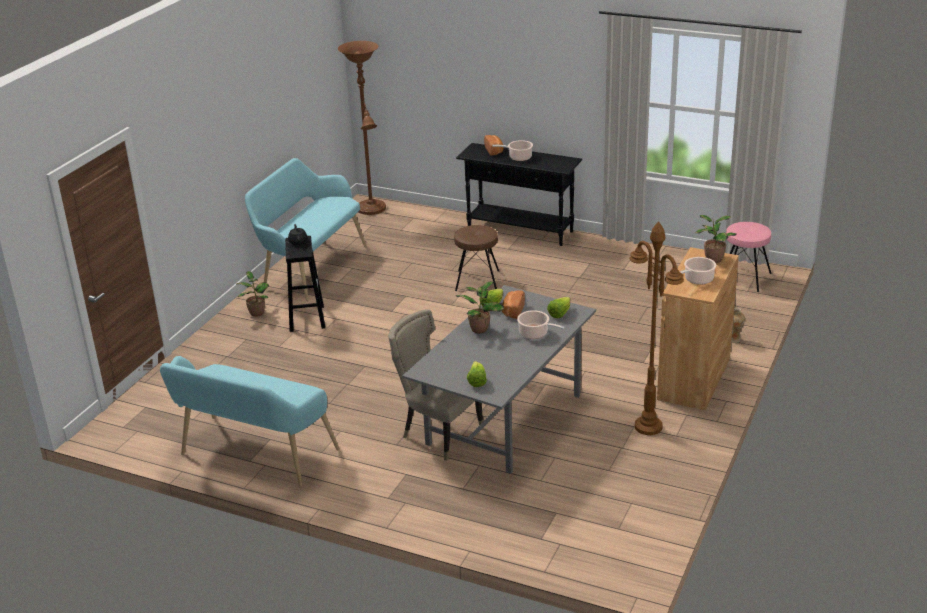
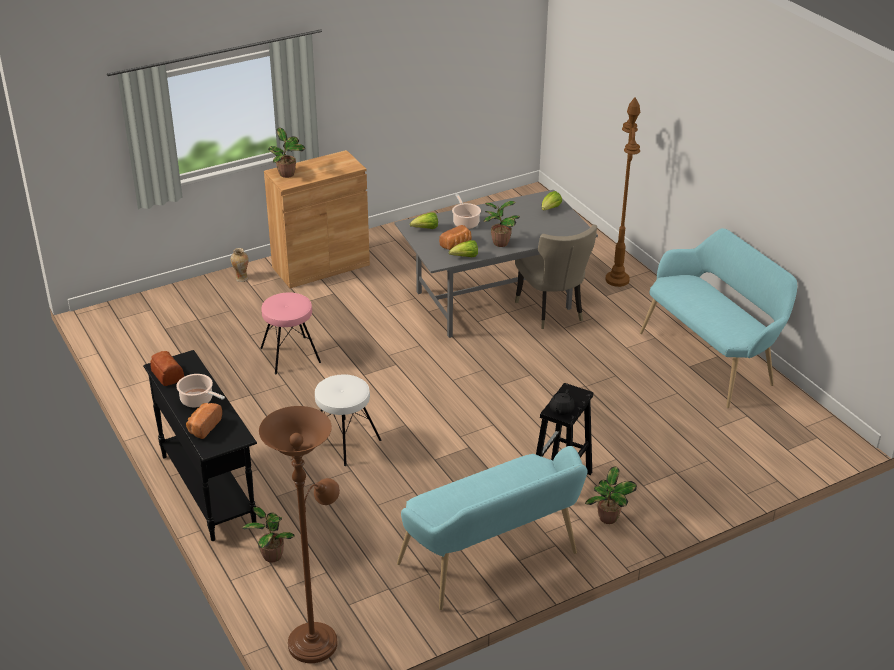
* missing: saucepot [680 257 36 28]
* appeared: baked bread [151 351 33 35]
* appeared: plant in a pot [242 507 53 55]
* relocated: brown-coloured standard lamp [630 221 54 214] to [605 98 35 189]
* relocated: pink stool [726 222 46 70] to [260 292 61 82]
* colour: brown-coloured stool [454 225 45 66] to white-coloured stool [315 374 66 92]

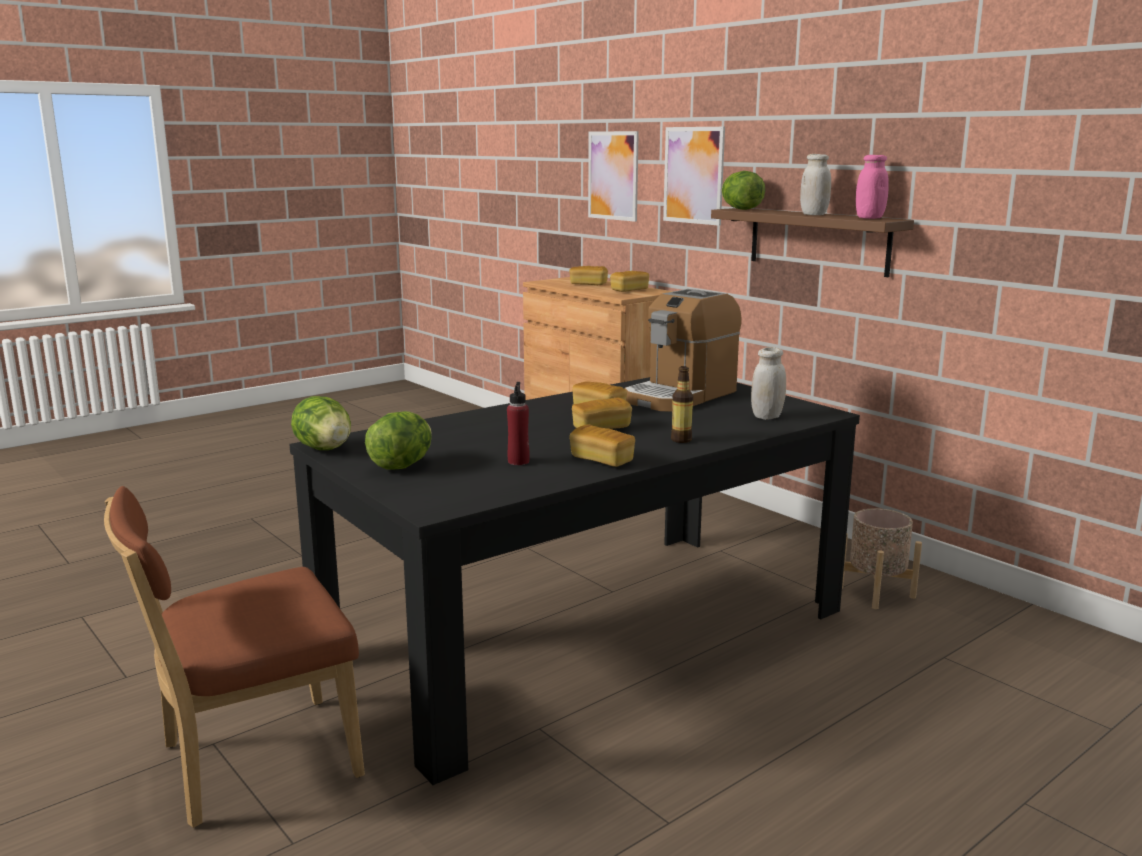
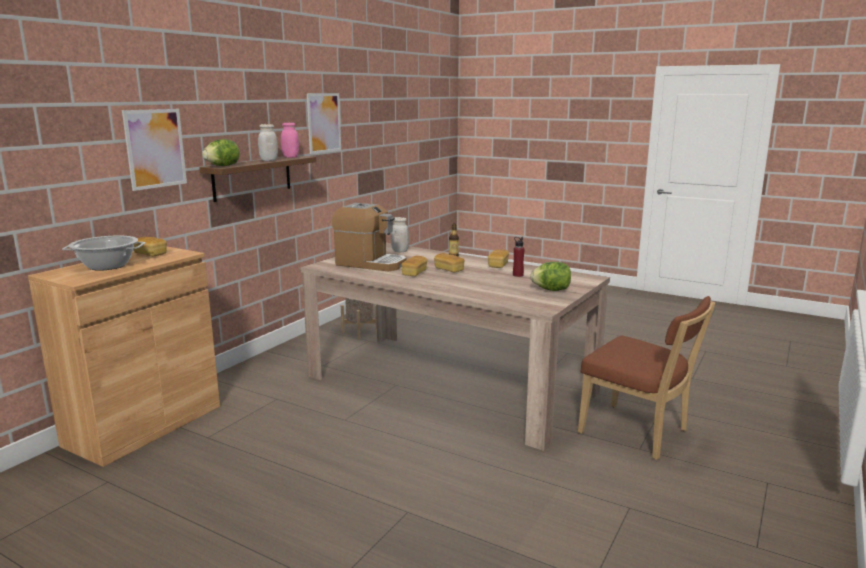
* missing: lettuce head [291 396 60 54]
* relocated: wall picture [588 131 51 91] to [307 93 34 61]
* exchanged: baked bread [569 266 39 19] to saucepot [62 236 83 35]
* colour: black-coloured kitchen table [289 377 571 408] to sand-coloured kitchen table [300 243 310 208]

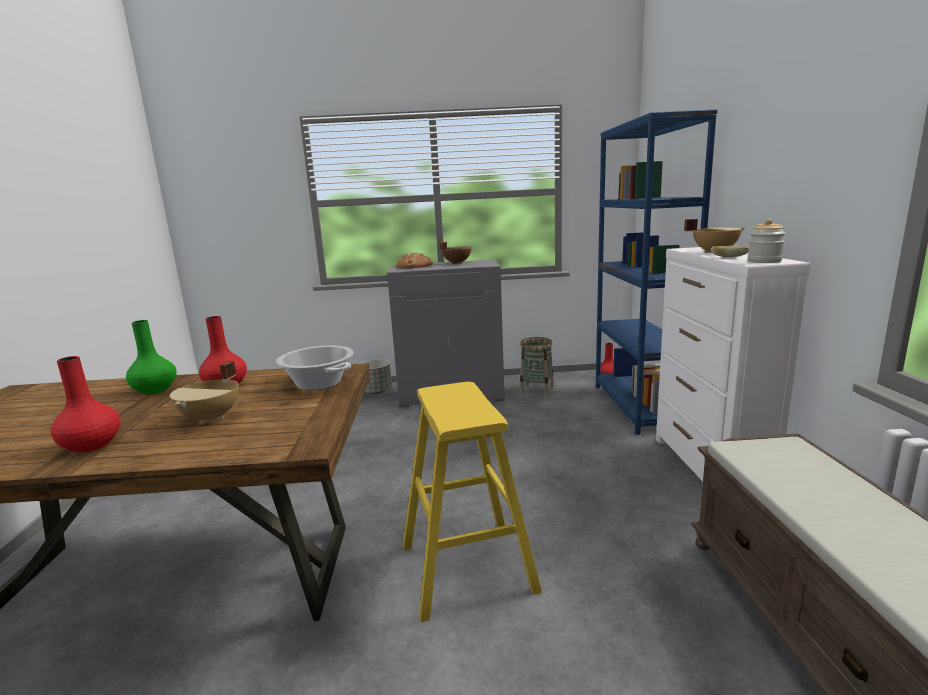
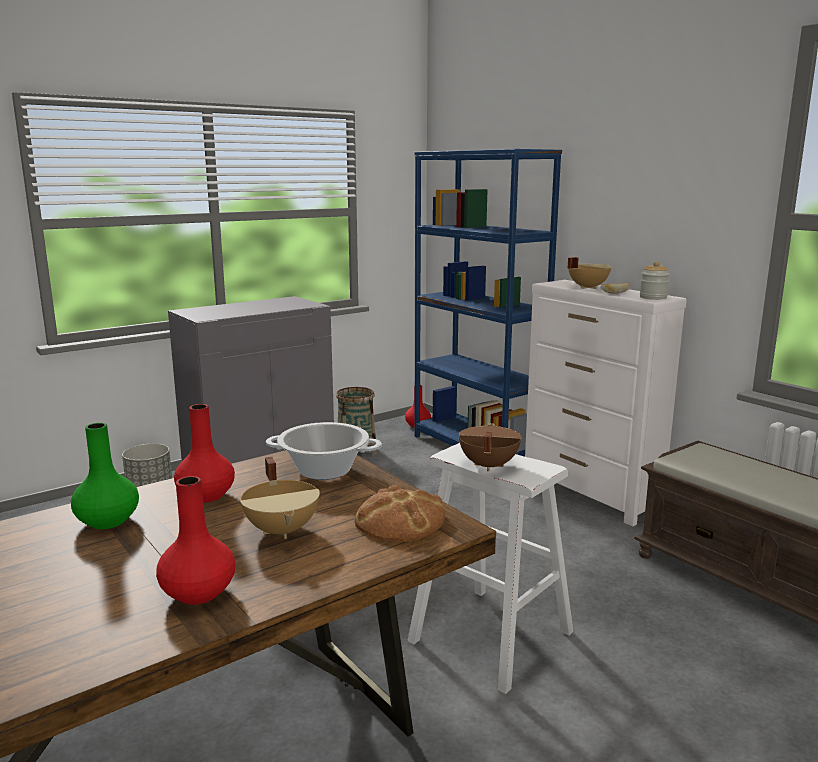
* relocated: baked bread [396 253 37 15] to [355 485 90 57]
* relocated: brown-coloured saucepot [439 242 32 22] to [458 423 64 48]
* colour: yellow-coloured stool [403 382 139 240] to white-coloured stool [407 443 166 251]

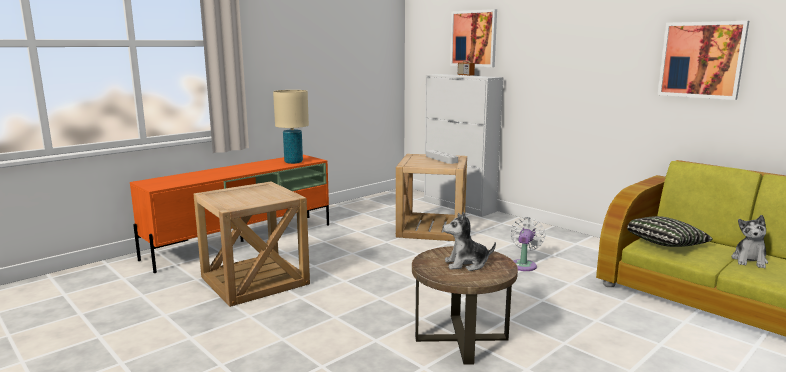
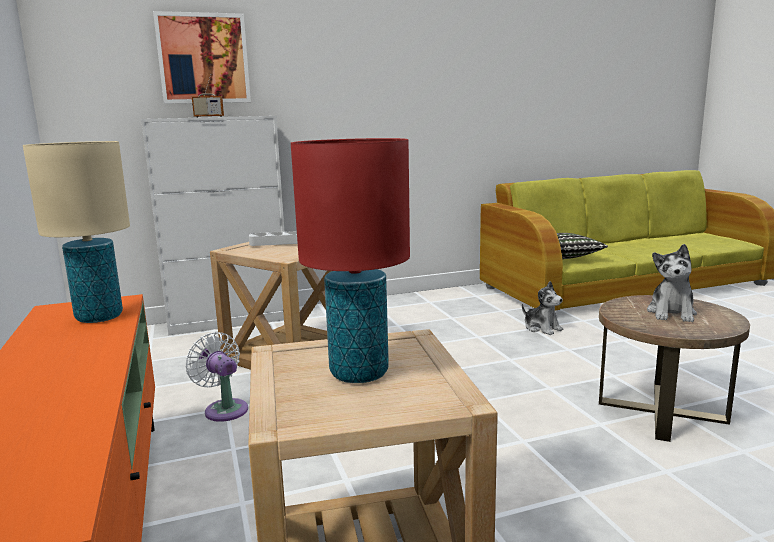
* missing: wall picture [658 21 91 79]
* appeared: red table lamp [291 138 119 245]
* relocated: white-coloured electric fan [510 217 36 54] to [185 332 63 90]
* relocated: cuddly toy [731 215 37 54] to [522 281 41 54]

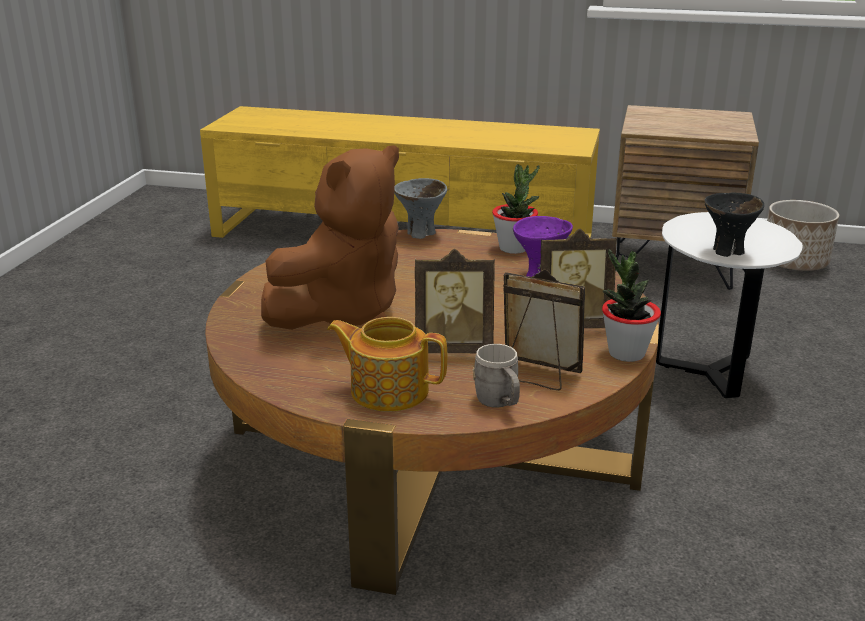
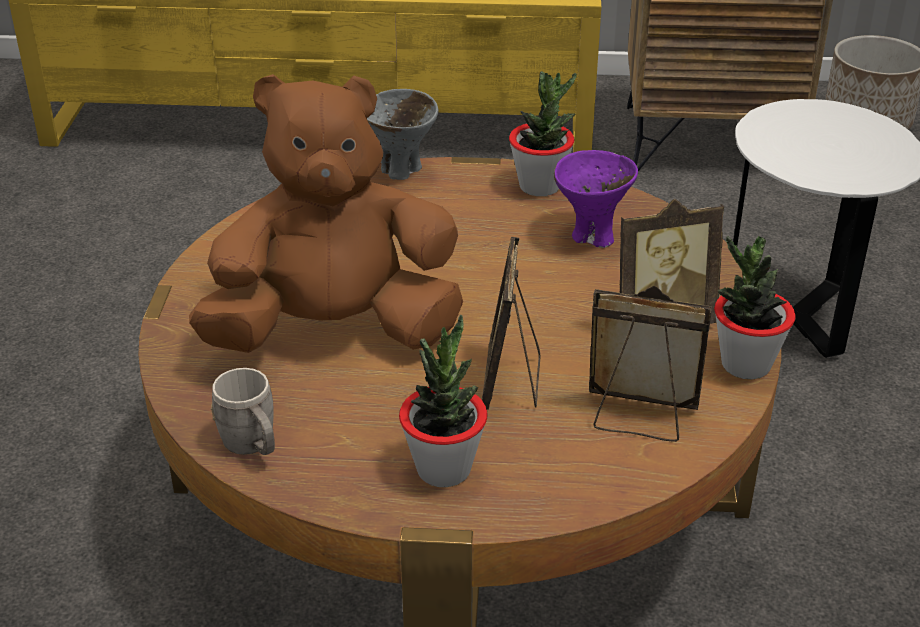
* missing: black-coloured deep dish [704 193 60 64]
* relocated: greyish tea mug [473 344 47 64] to [211 368 64 87]
* exchanged: teapot [327 317 120 95] to plant in a pot [399 315 89 172]
* spun: brown-coloured cuddly toy [261 145 138 185] = [189 74 274 279] 135 degrees counterclockwise
* spun: photo frame [415 249 80 104] = [482 237 59 173] 105 degrees clockwise

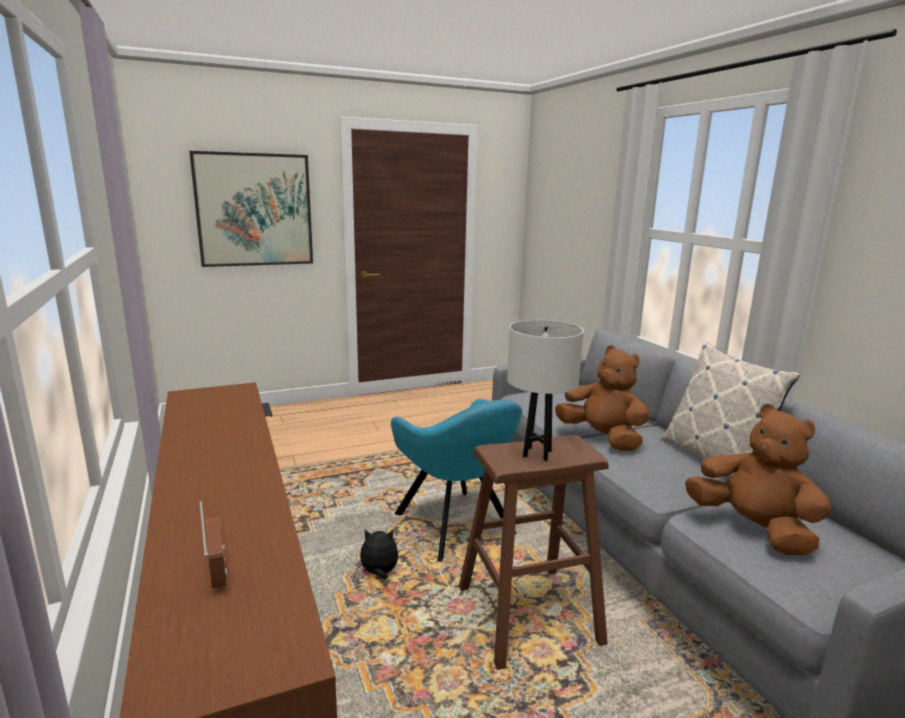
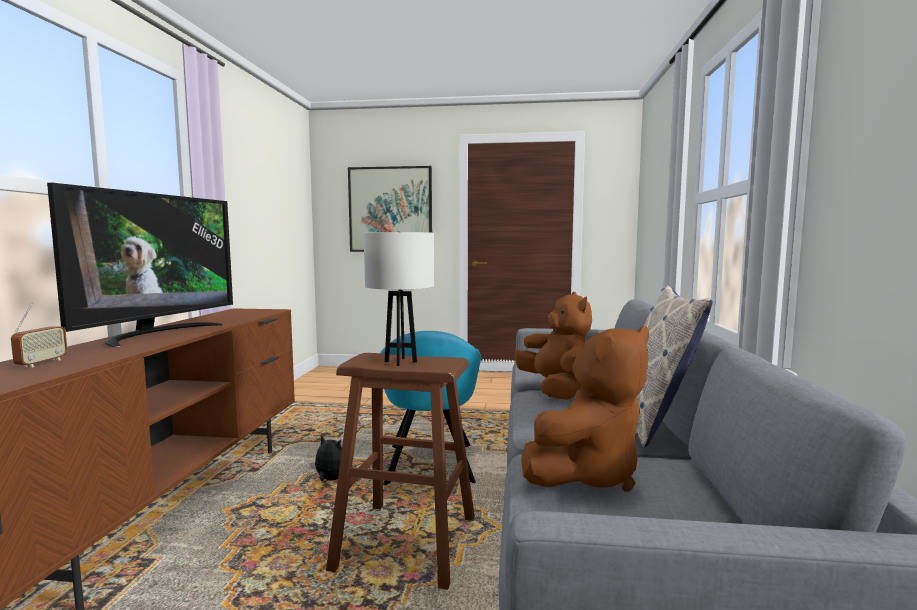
* appeared: TV [47 183 186 165]
* spun: brown-coloured cuddly toy [685 404 146 151] = [521 326 128 166] 60 degrees clockwise

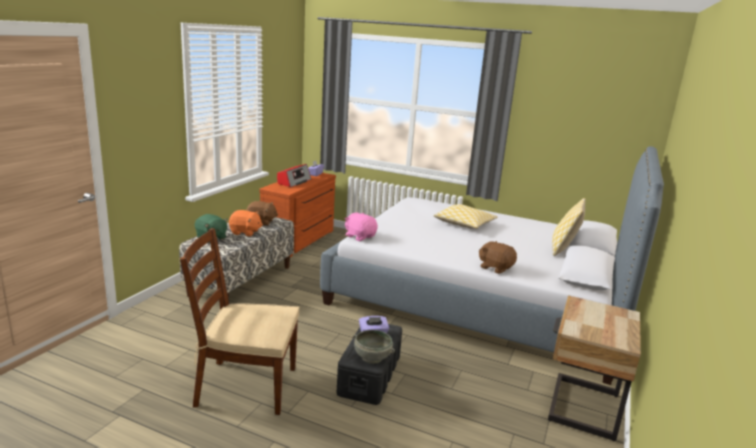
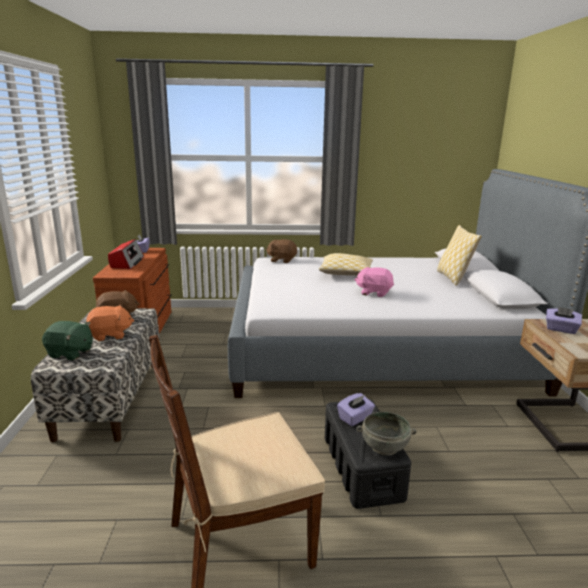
* appeared: purple tissue box [546 307 36 27]
* relocated: pink cuddly toy [345 213 33 28] to [354 267 40 30]
* relocated: brown-coloured cuddly toy [479 241 38 33] to [266 239 31 24]

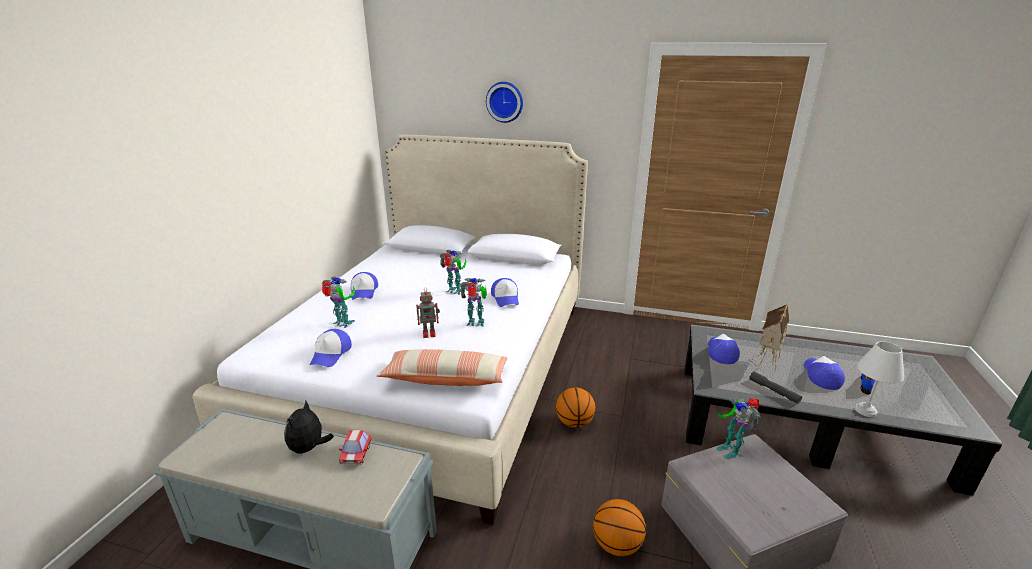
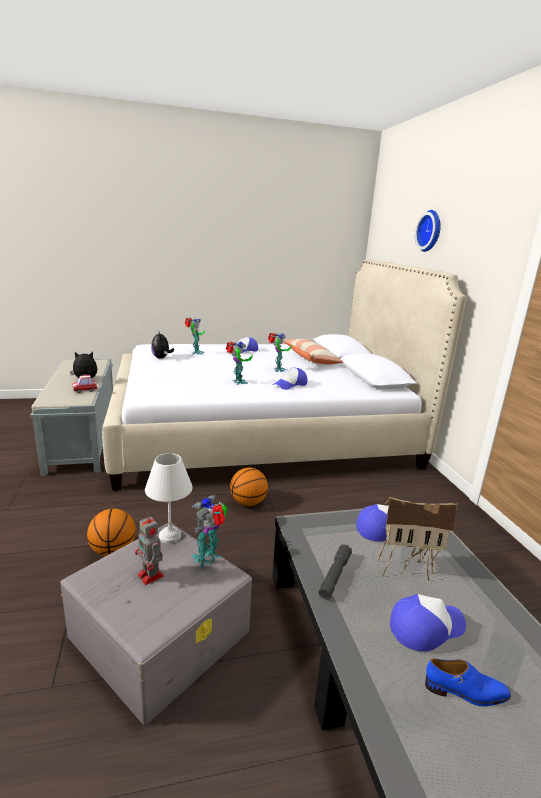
* relocated: cushion [376 349 131 37] to [284 339 59 25]
* relocated: robot figure [416 288 24 50] to [135 514 29 71]
* relocated: white-coloured table lamp [855 341 49 76] to [145 453 48 91]
* exchanged: cap [310 329 42 38] to cuddly toy [151 330 23 29]

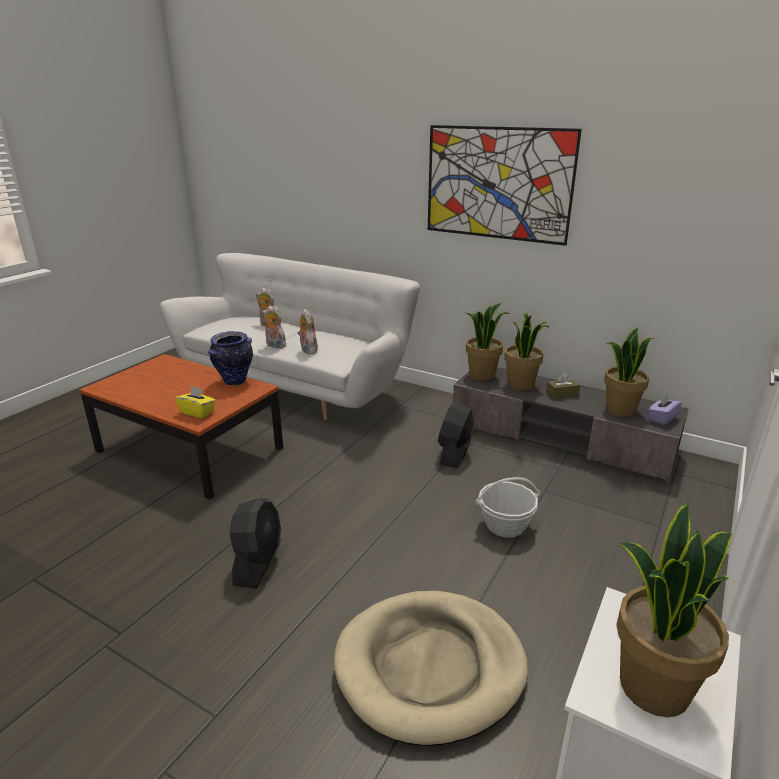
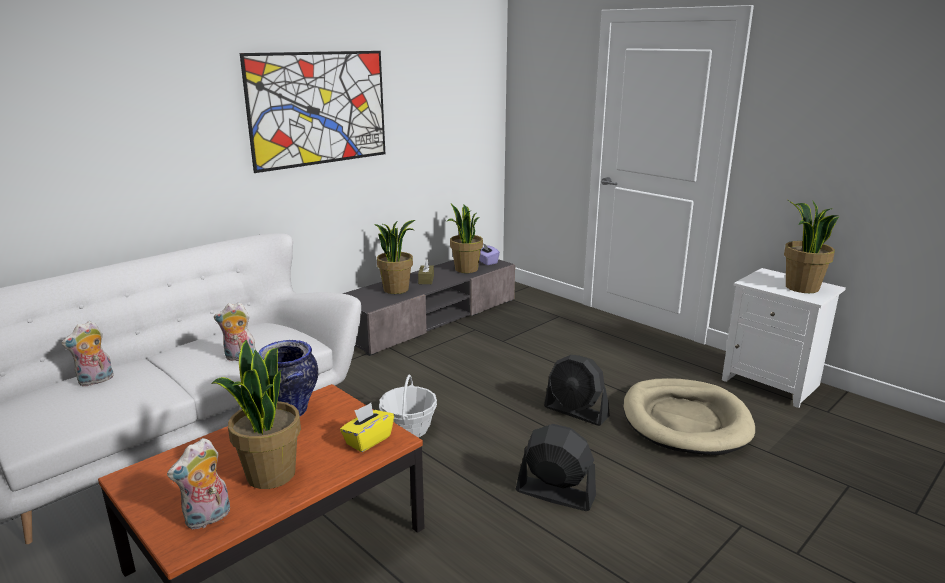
* relocated: cuddly toy [261 305 25 43] to [167 438 63 92]
* relocated: black-coloured electric fan [438 401 36 67] to [544 355 66 71]
* relocated: plant in a pot [465 303 46 78] to [211 339 90 150]
* relocated: storage basket [476 477 64 60] to [379 375 58 63]

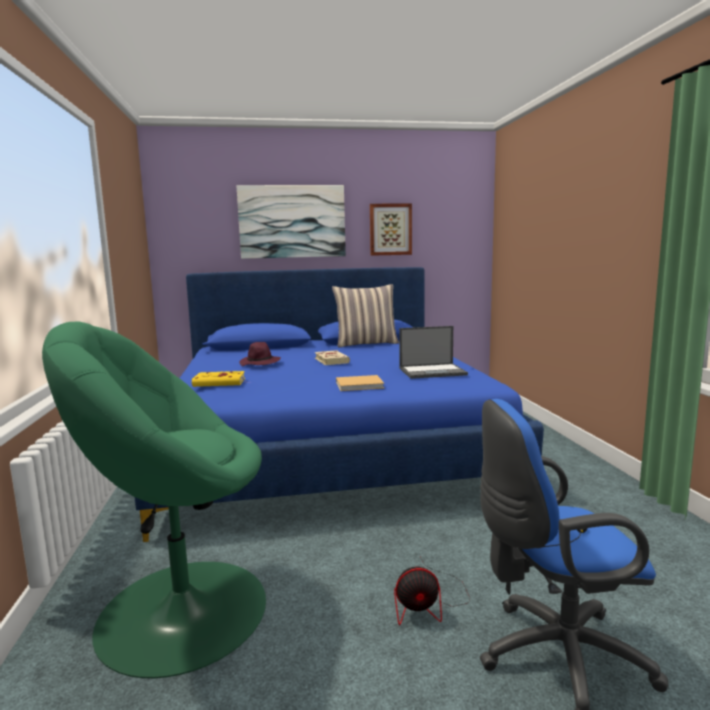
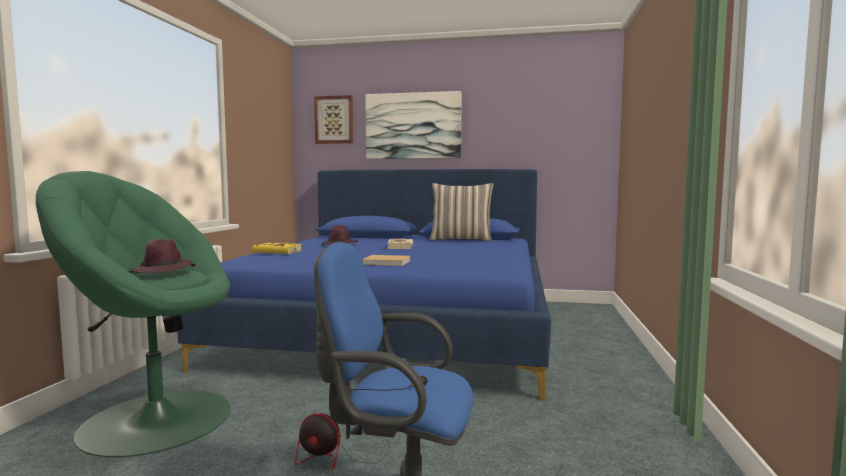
* missing: laptop [399 326 69 53]
* appeared: purple wearable hat [129 239 67 34]
* relocated: wall picture [370 203 42 53] to [314 95 39 49]

